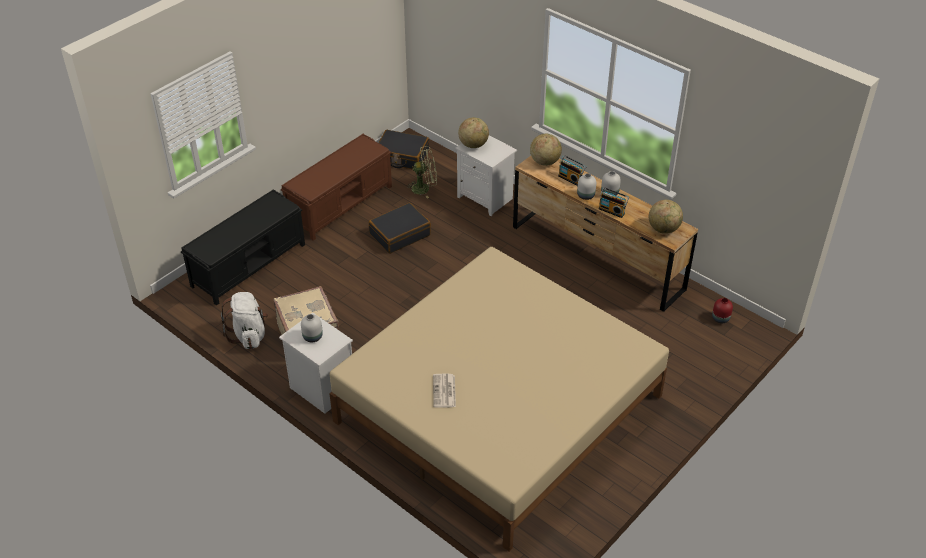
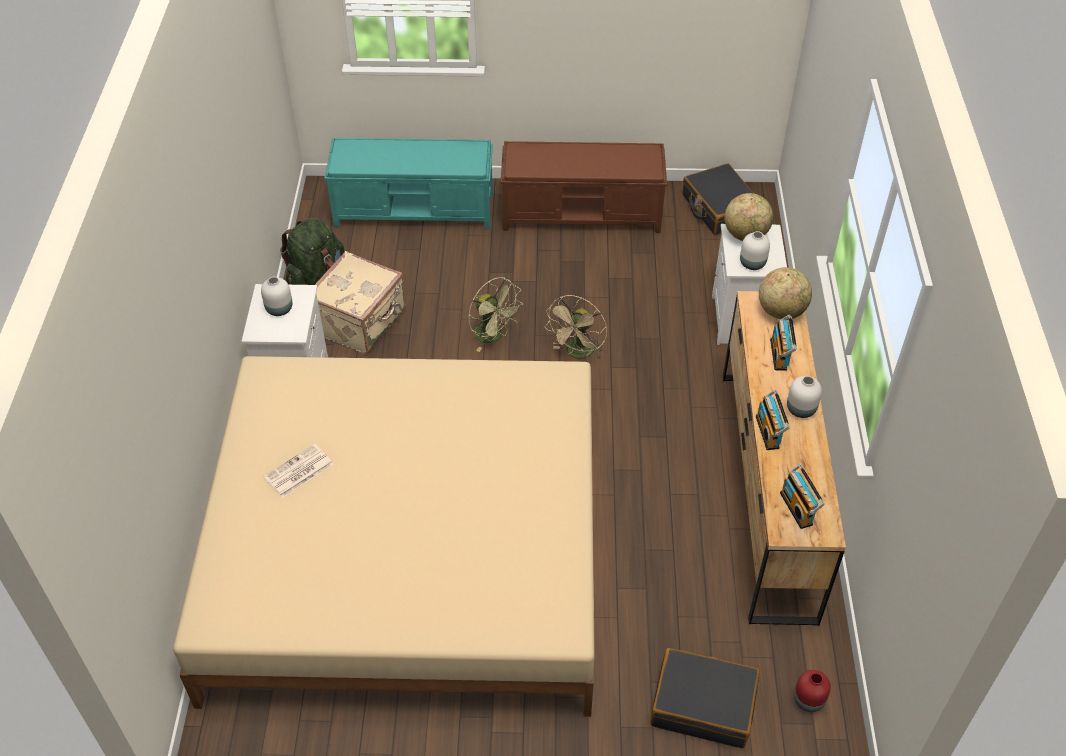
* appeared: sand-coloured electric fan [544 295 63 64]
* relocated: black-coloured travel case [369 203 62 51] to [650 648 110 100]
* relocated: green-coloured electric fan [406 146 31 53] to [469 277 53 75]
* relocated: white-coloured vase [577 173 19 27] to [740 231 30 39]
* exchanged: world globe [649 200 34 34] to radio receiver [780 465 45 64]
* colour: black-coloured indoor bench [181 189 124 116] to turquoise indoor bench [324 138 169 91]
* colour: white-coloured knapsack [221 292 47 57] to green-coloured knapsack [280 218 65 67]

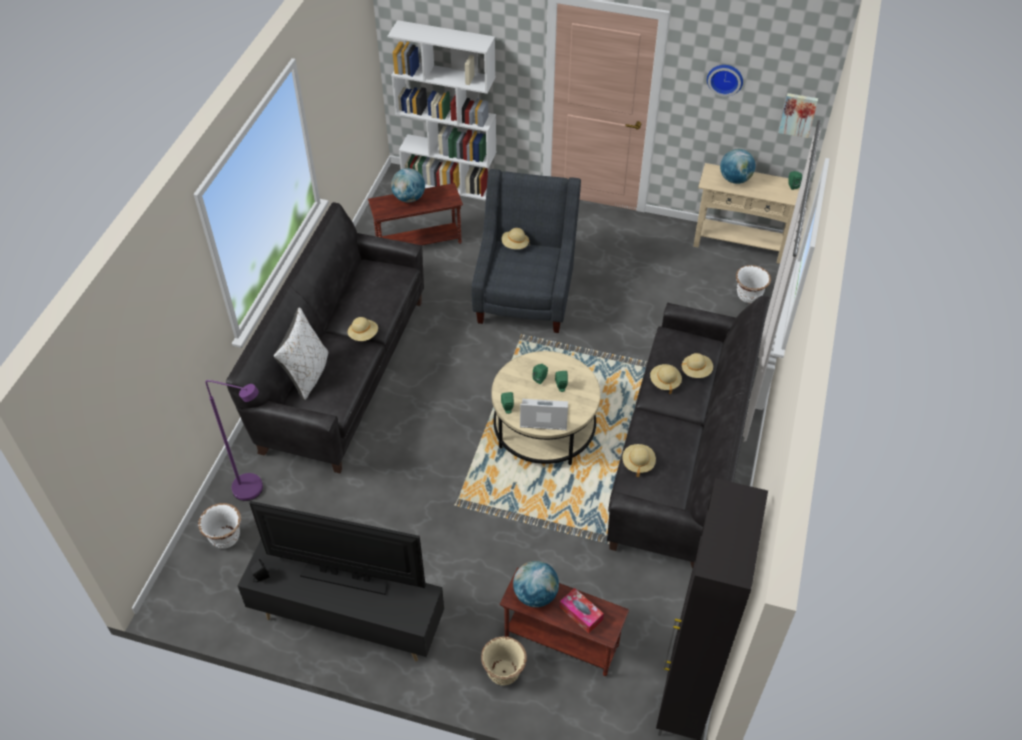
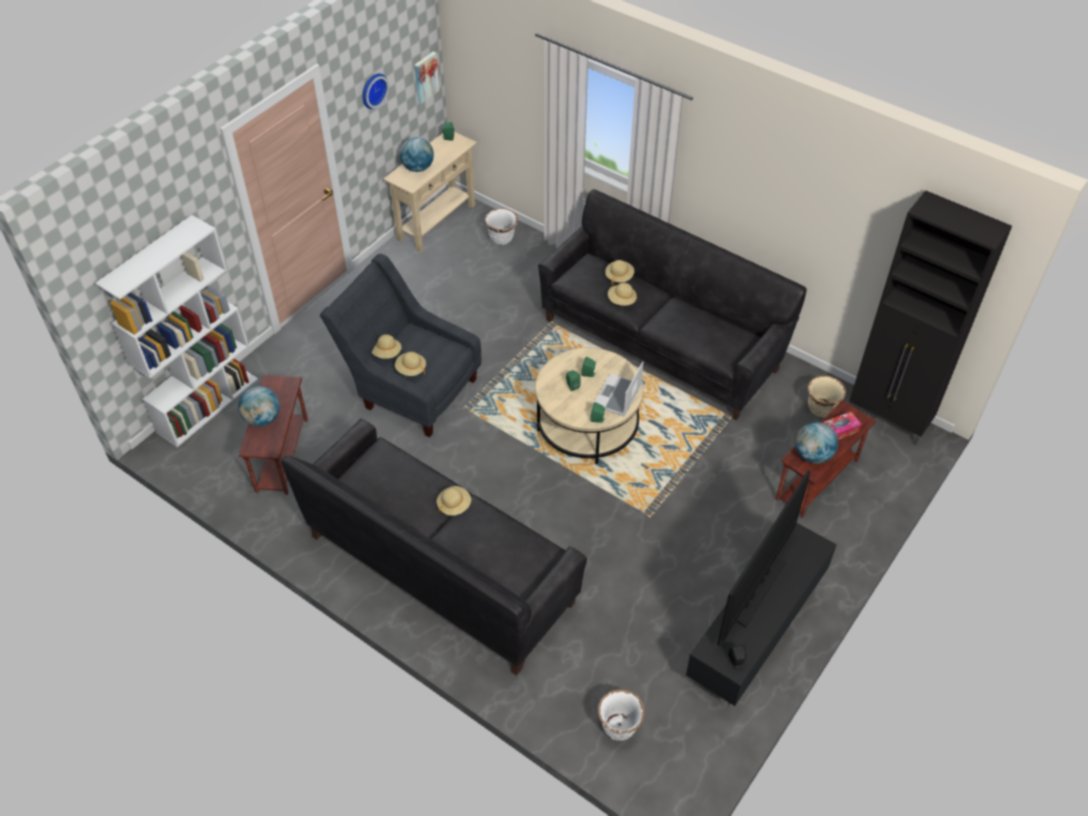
* missing: purple standard lamp [206 380 57 121]
* missing: white-coloured cushion [274 308 54 92]
* relocated: sand-coloured planter [481 636 46 50] to [808 376 38 41]
* relocated: sand-coloured wearable hat [623 444 33 33] to [395 352 31 24]

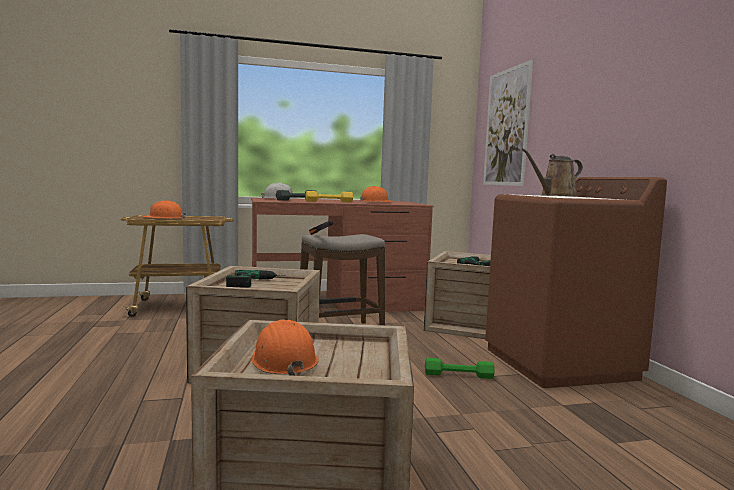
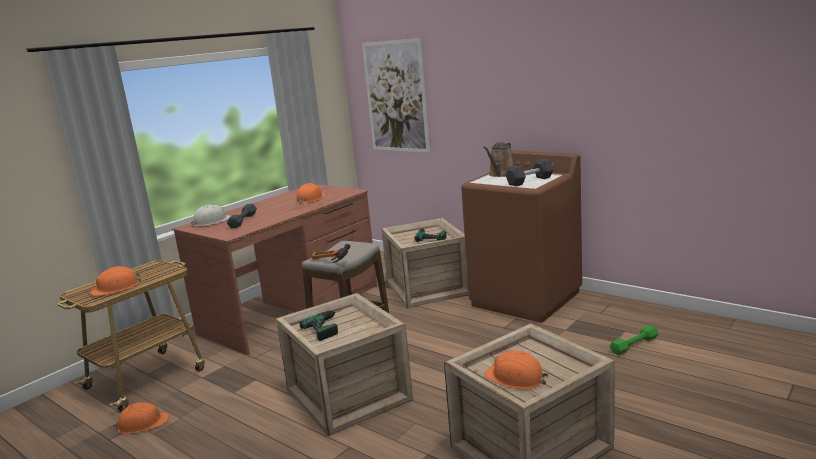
* missing: yellow-coloured dumbbell [305 191 48 11]
* appeared: orangey safety helmet [113 402 56 32]
* appeared: black-coloured dumbbell [505 159 49 27]
* relocated: green-coloured dumbbell [425 358 70 21] to [610 325 49 30]

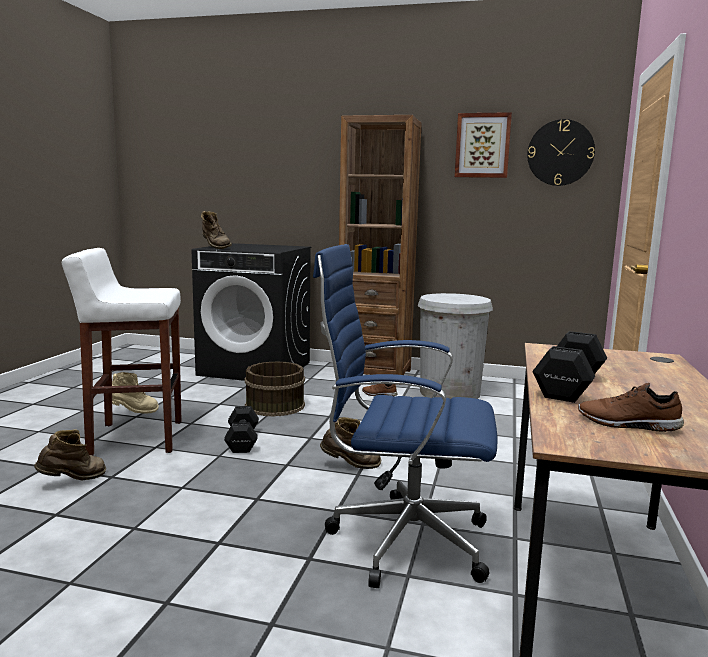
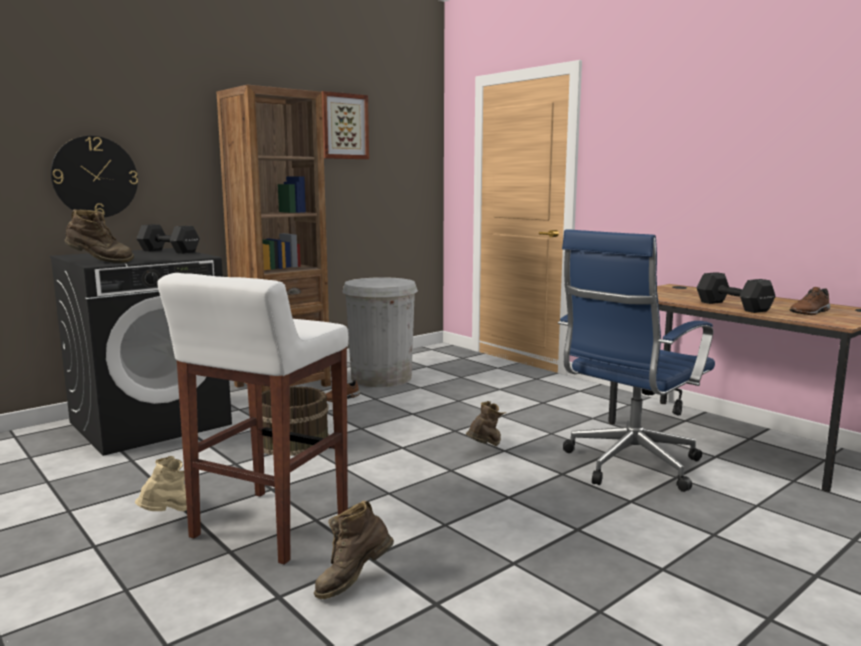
* relocated: black-coloured dumbbell [224 406 35 47] to [136 224 64 30]
* relocated: clock on the wall [527 119 68 67] to [51 136 87 81]
* spun: brown-coloured boot [34 429 72 51] = [314 501 80 98] 120 degrees counterclockwise

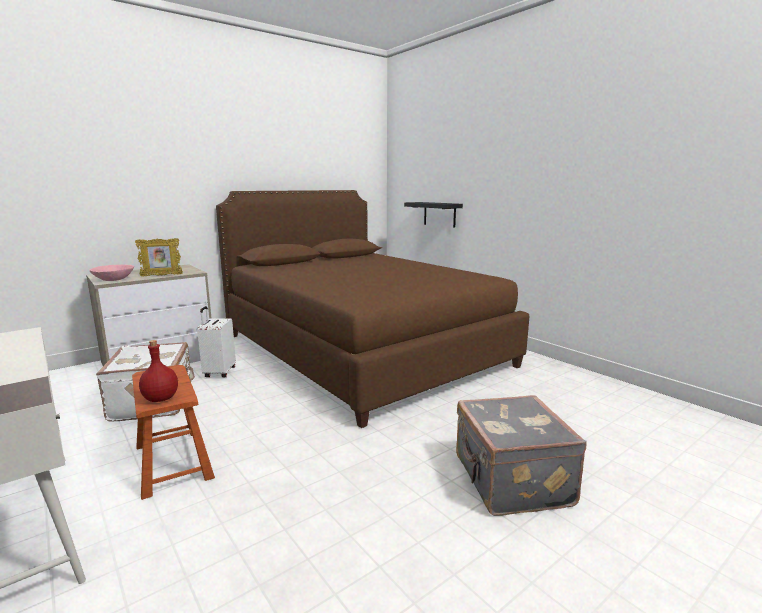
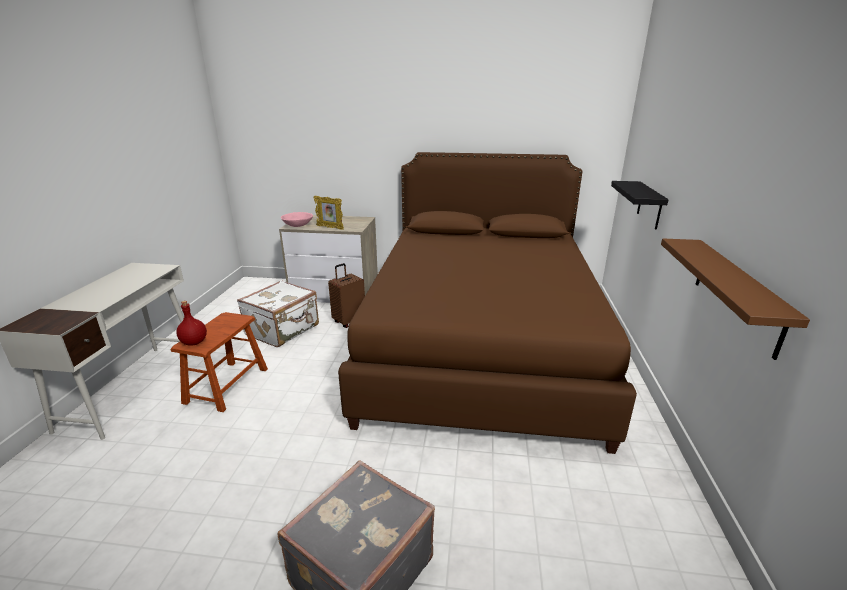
* appeared: brown-coloured shelf [661 239 149 121]
* colour: white-coloured travel case [197 306 39 72] to brown-coloured travel case [328 263 37 65]

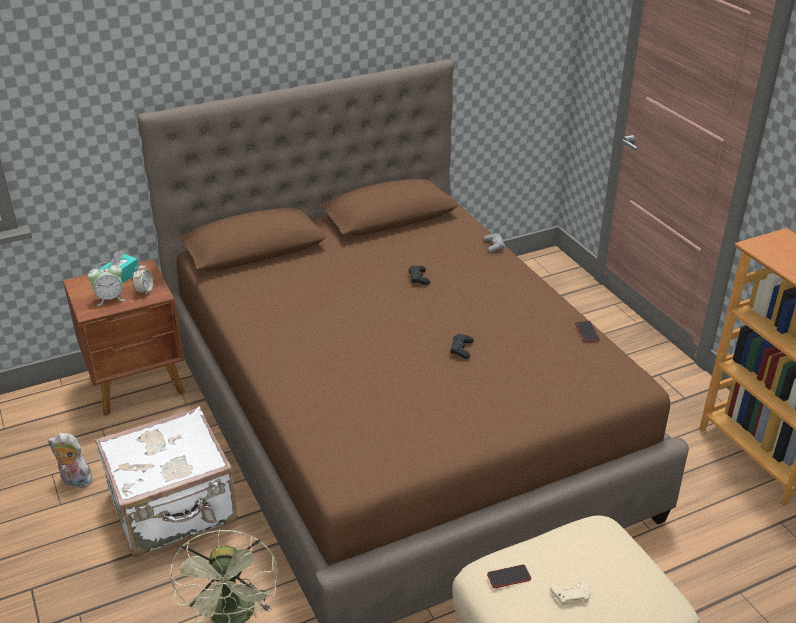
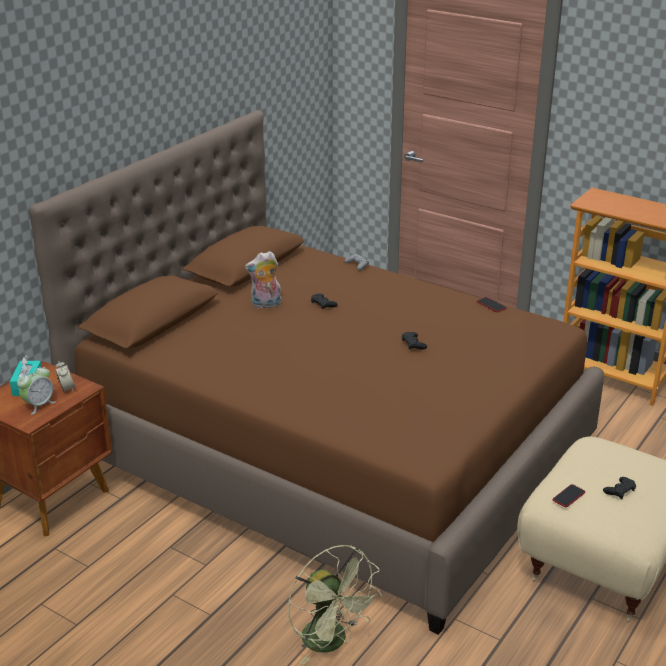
* missing: white-coloured travel case [95 407 143 150]
* relocated: cuddly toy [48 433 45 55] to [245 251 36 58]
* colour: sand-coloured joypad [550 580 40 25] to black-coloured joypad [603 477 33 22]

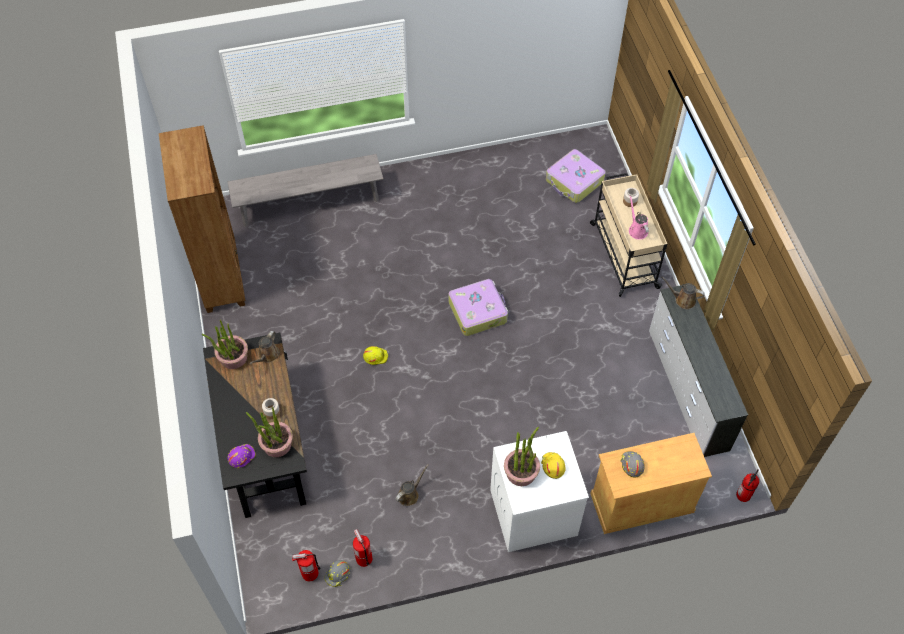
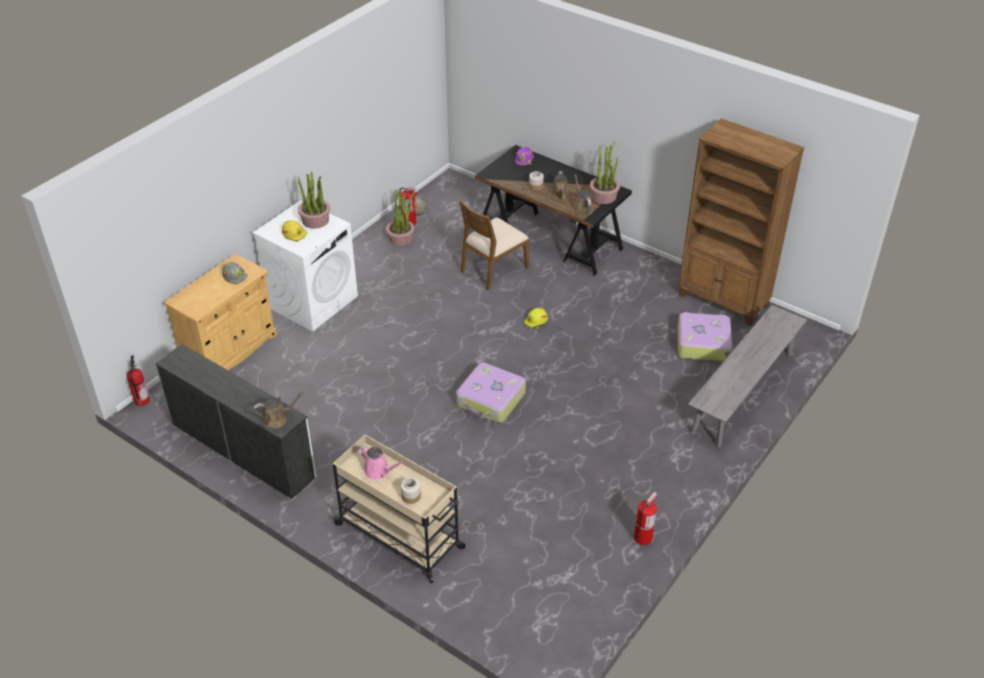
* appeared: brown-coloured chair [459 200 70 90]
* relocated: plant in a pot [246 407 47 50] to [386 190 29 56]
* relocated: fire-fighting cylinder [292 550 29 31] to [634 492 23 53]
* relocated: brown-coloured watering pot [395 464 34 42] to [550 171 20 29]
* relocated: travel case [546 149 60 54] to [678 312 54 49]

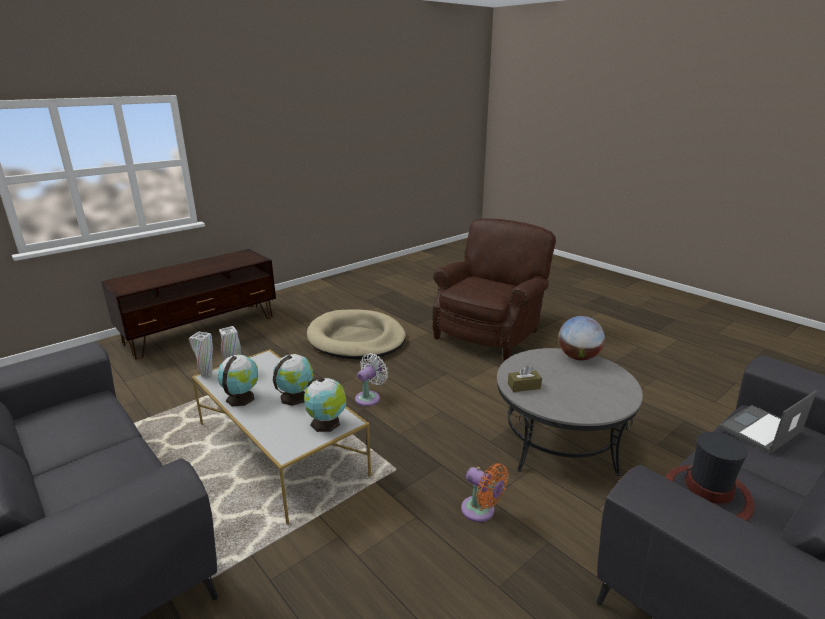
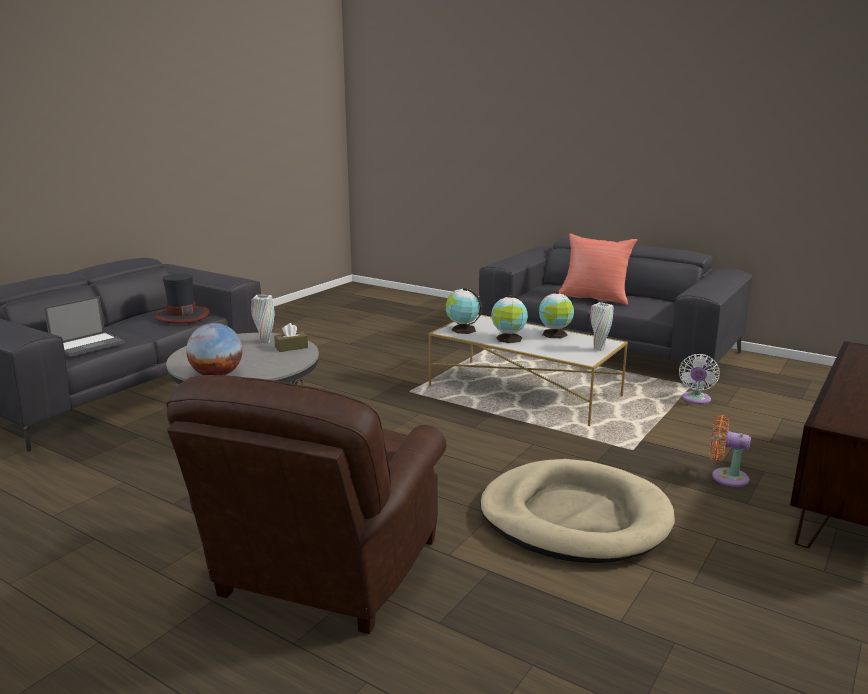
* appeared: red cushion [558 233 80 72]
* relocated: white-coloured vase [189 331 24 46] to [251 295 23 49]
* relocated: white-coloured electric fan [355 353 33 53] to [679 354 41 50]
* relocated: orangey electric fan [461 463 47 59] to [709 415 42 72]

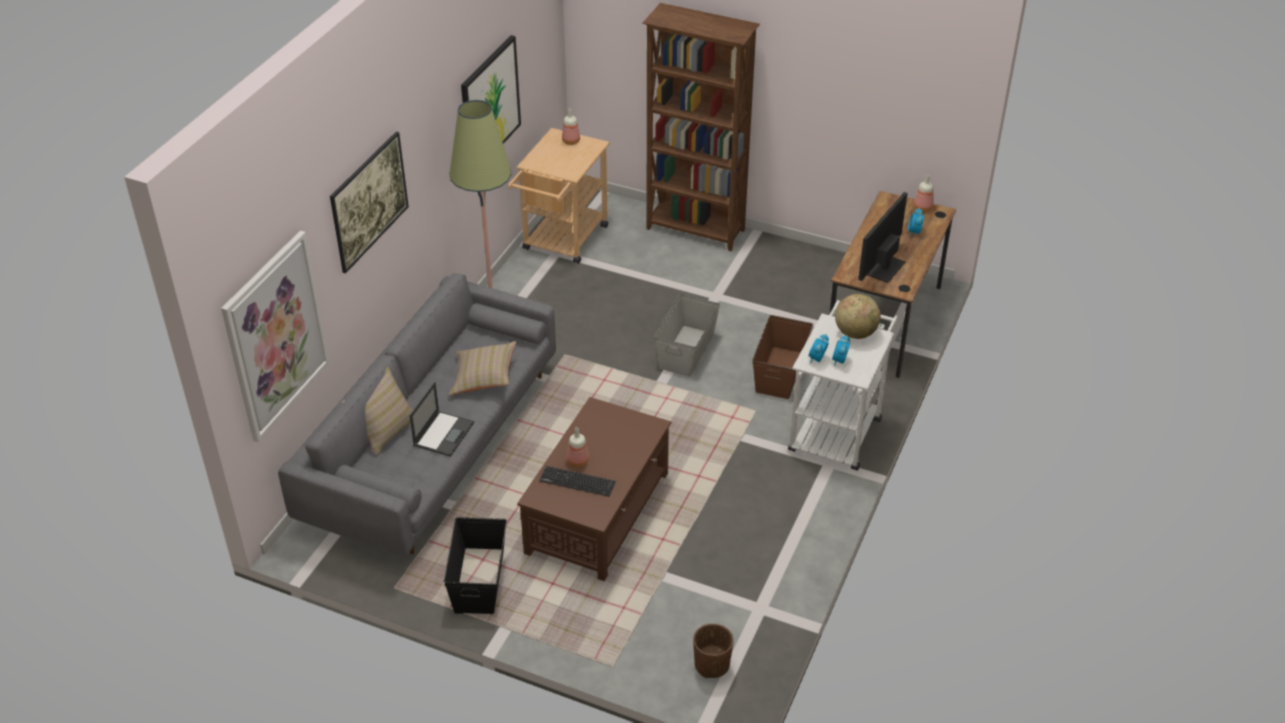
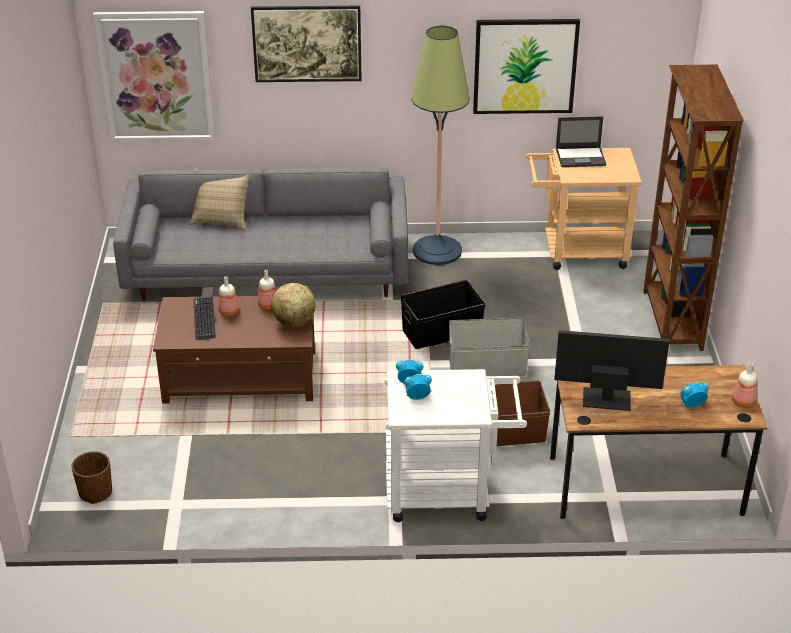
* missing: sand-coloured cushion [449 341 67 54]
* relocated: laptop [410 382 64 75] to [556 116 50 51]
* relocated: black-coloured storage box [444 517 63 97] to [401 280 84 69]
* relocated: drink bottle [562 108 18 37] to [258 270 18 40]
* relocated: world globe [835 294 46 45] to [271 283 45 44]

